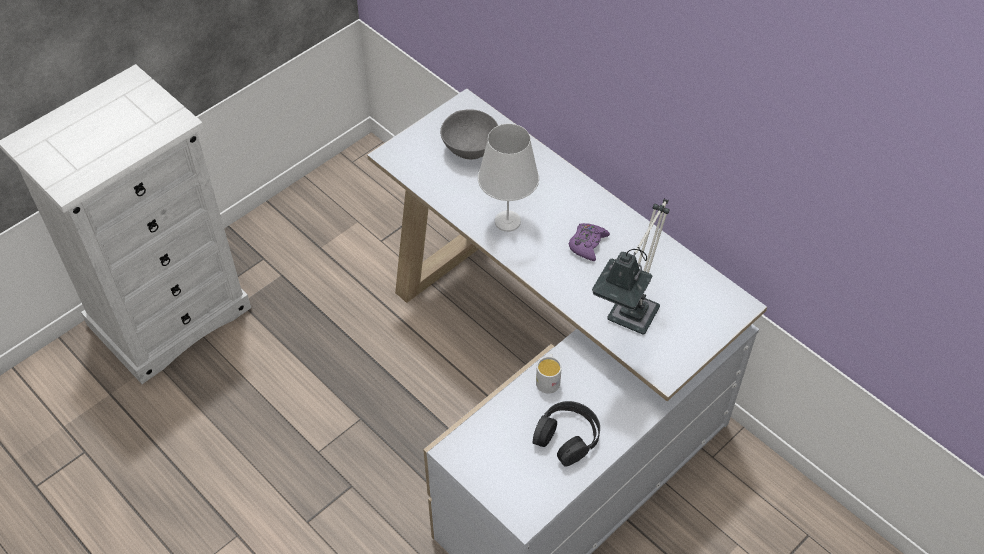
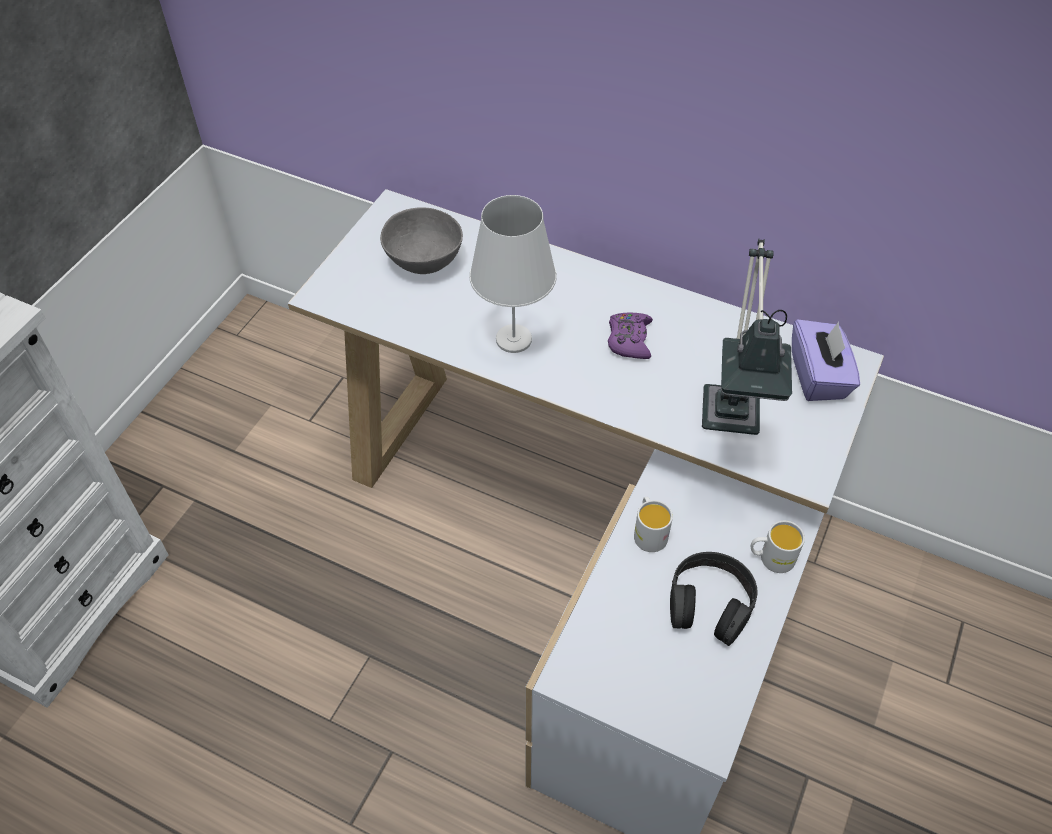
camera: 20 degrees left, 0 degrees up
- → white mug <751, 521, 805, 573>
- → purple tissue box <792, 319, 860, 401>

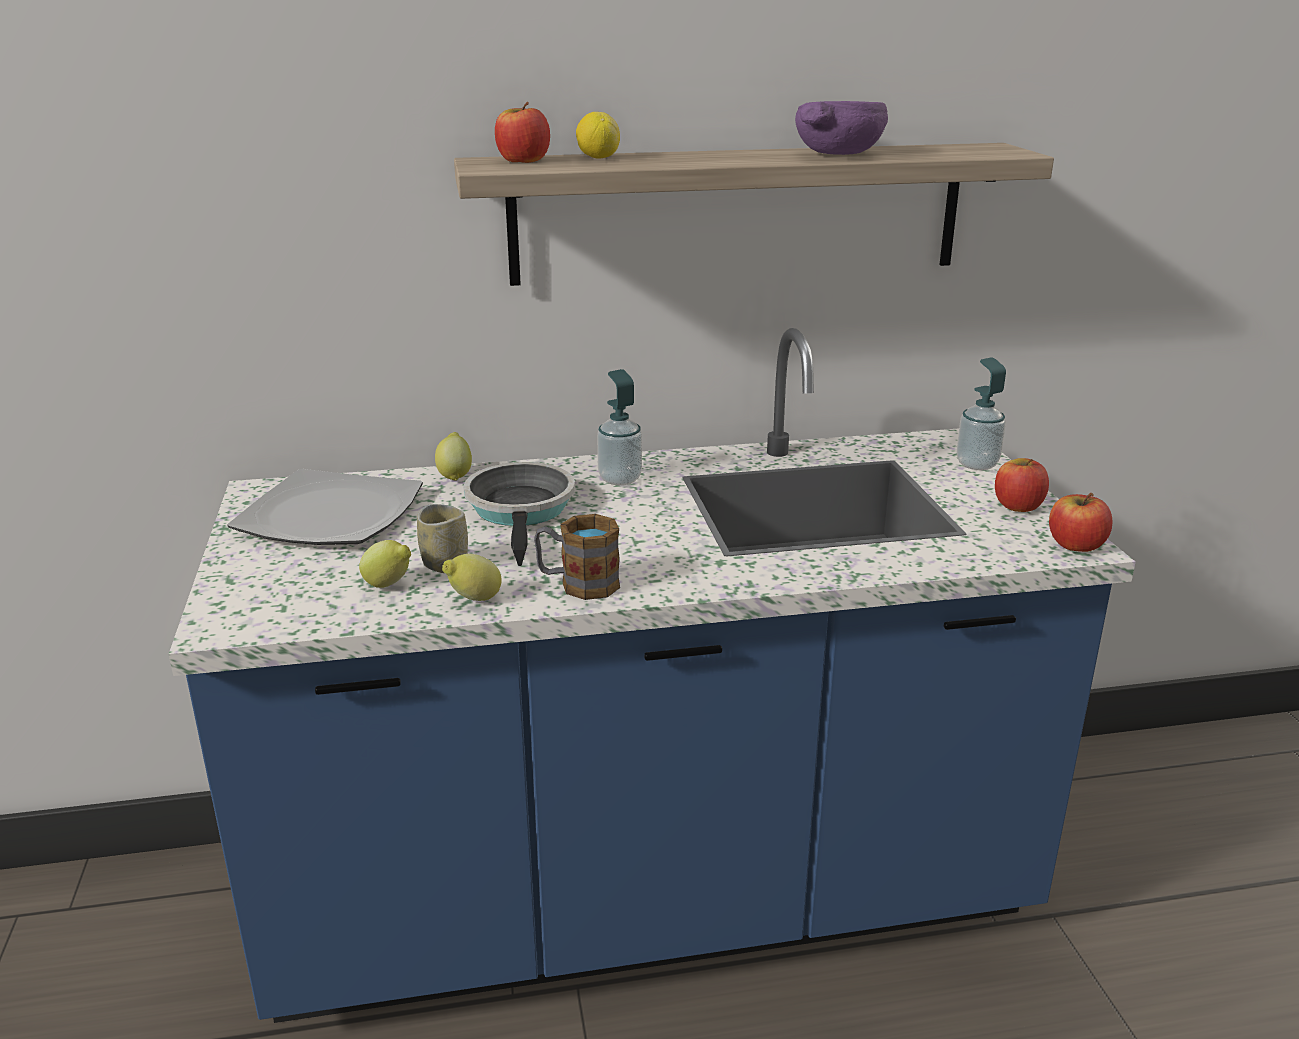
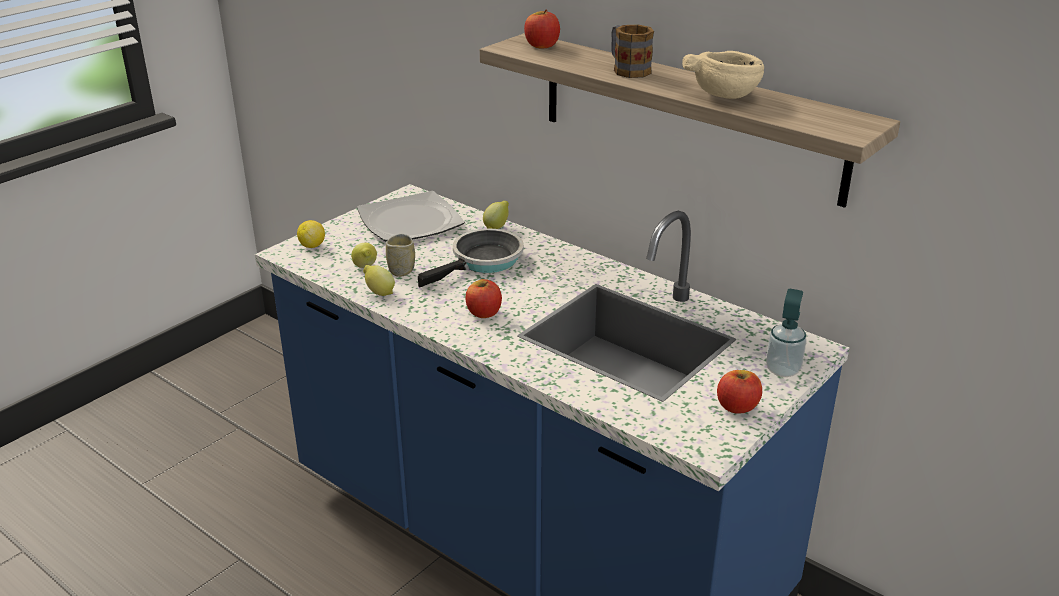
camera: 50 degrees right, 5 degrees up
mug <534, 514, 620, 600> → mug <611, 24, 654, 78>, shifted
lemon <576, 112, 620, 159> → lemon <297, 220, 325, 248>, shifted
soap dispenser <597, 369, 642, 485> → -
purple bowl <795, 101, 888, 155> → beige bowl <682, 51, 764, 99>
apple <1049, 492, 1113, 552> → apple <465, 279, 502, 318>, shifted

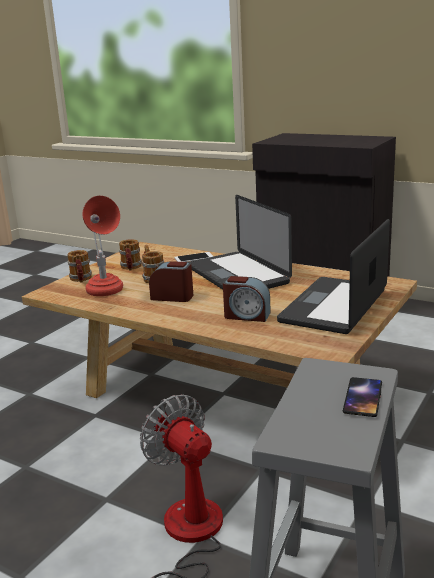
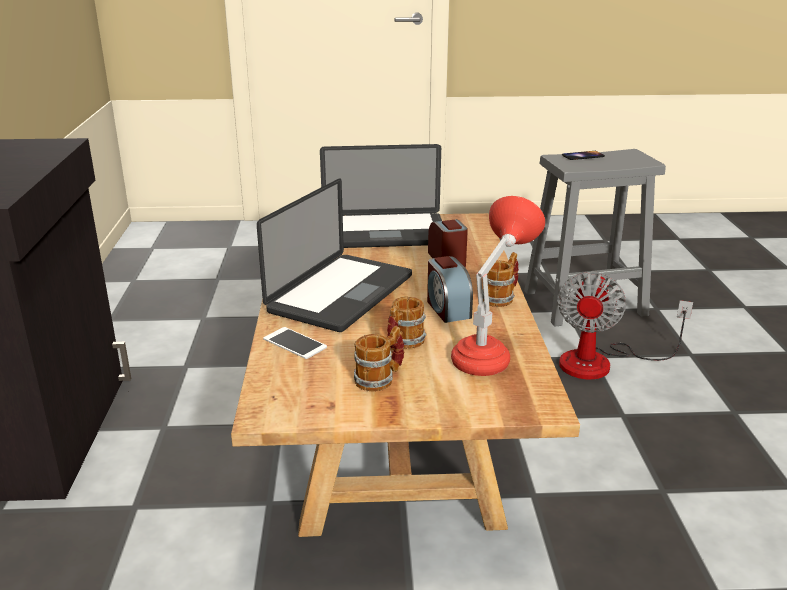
camera: 125 degrees left, 5 degrees up
mug <67, 250, 92, 283> → mug <482, 252, 519, 307>, shifted

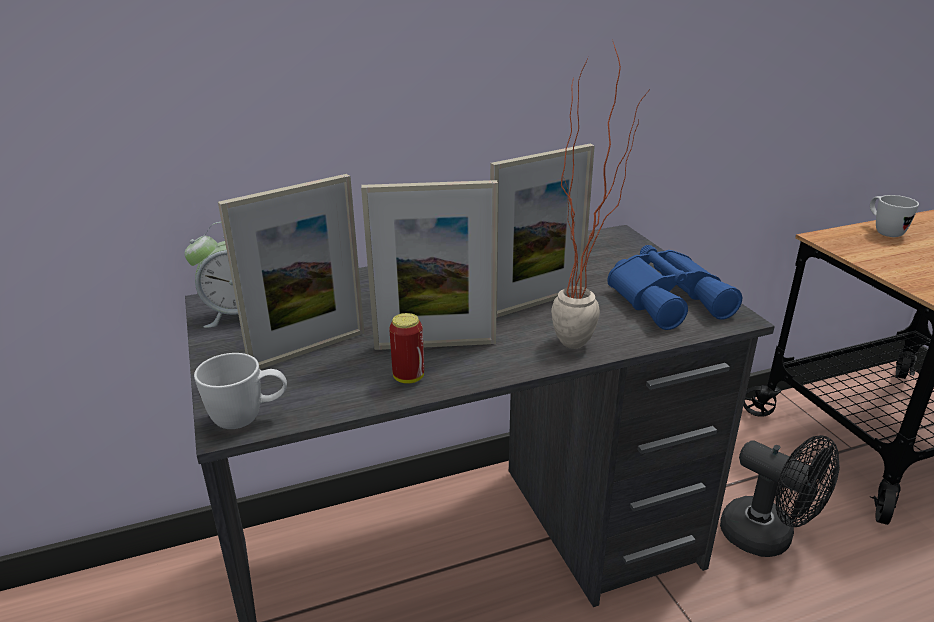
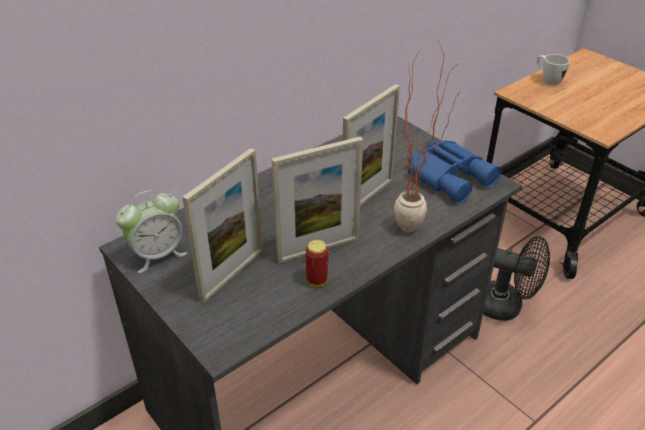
camera: 20 degrees left, 10 degrees up
white mug <194, 353, 287, 429> → -

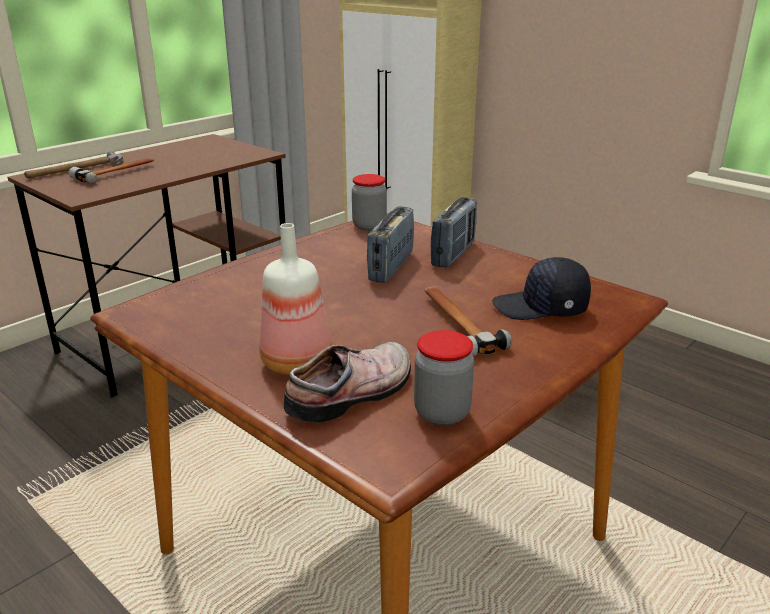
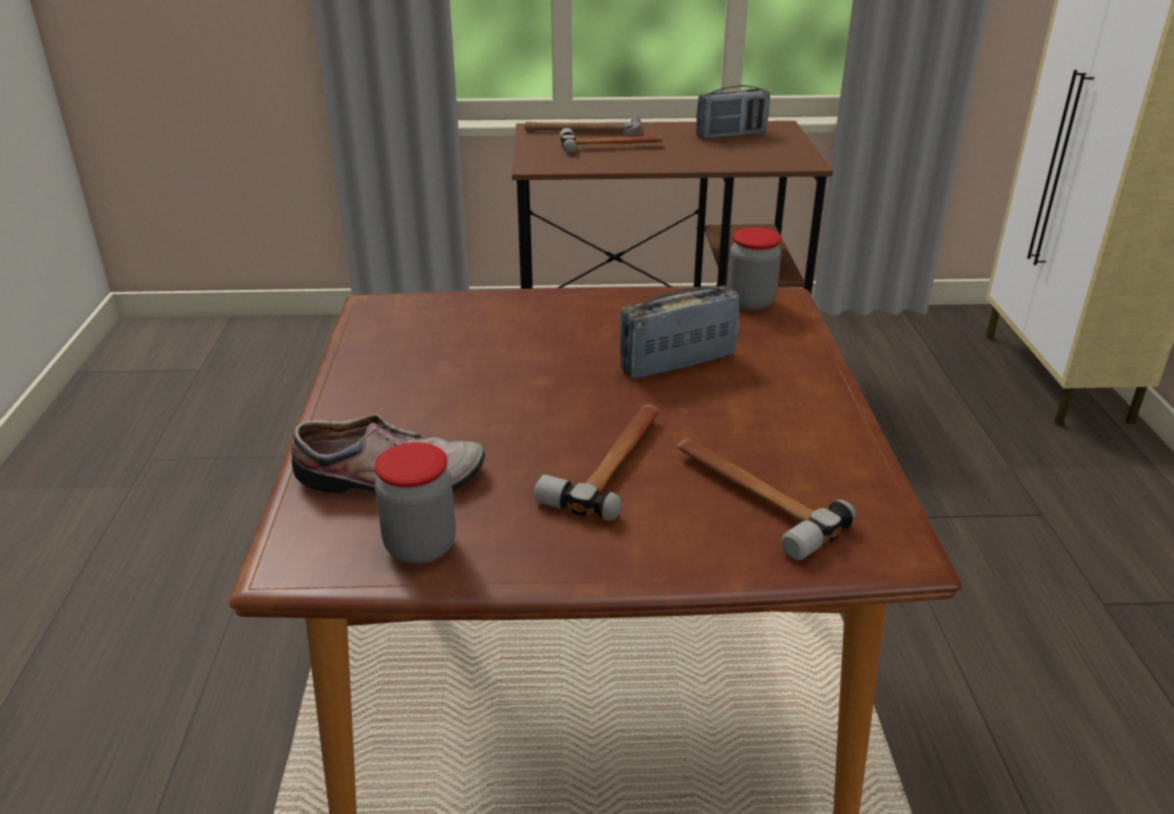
camera: 45 degrees right, 5 degrees up
bottle <259, 223, 332, 375> → -
radio <430, 197, 477, 268> → radio <696, 85, 770, 139>, shifted
black cap <492, 257, 591, 320> → hammer <677, 438, 856, 561>

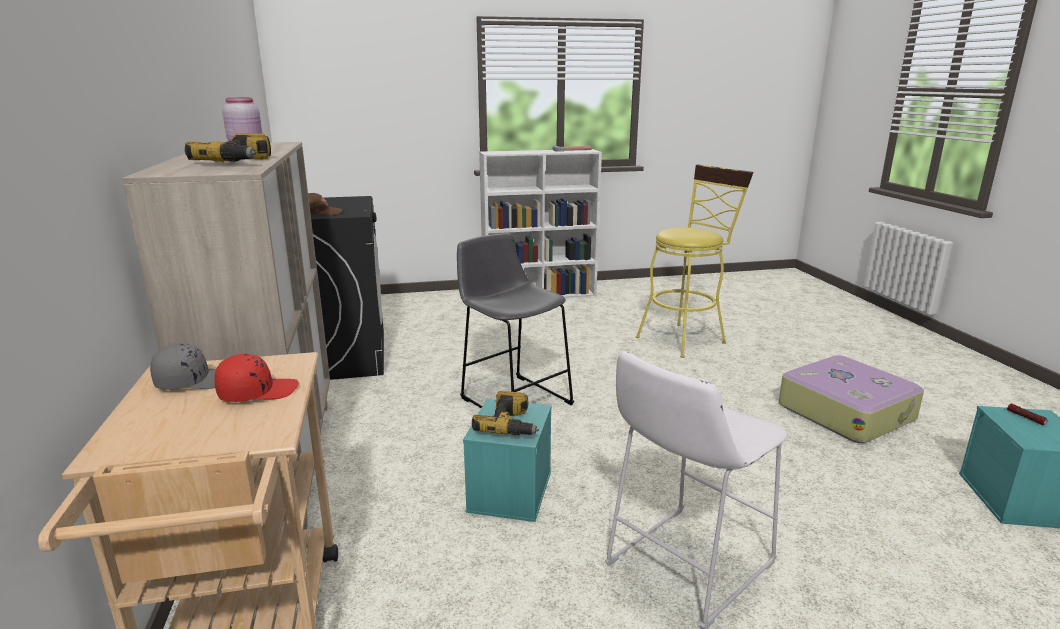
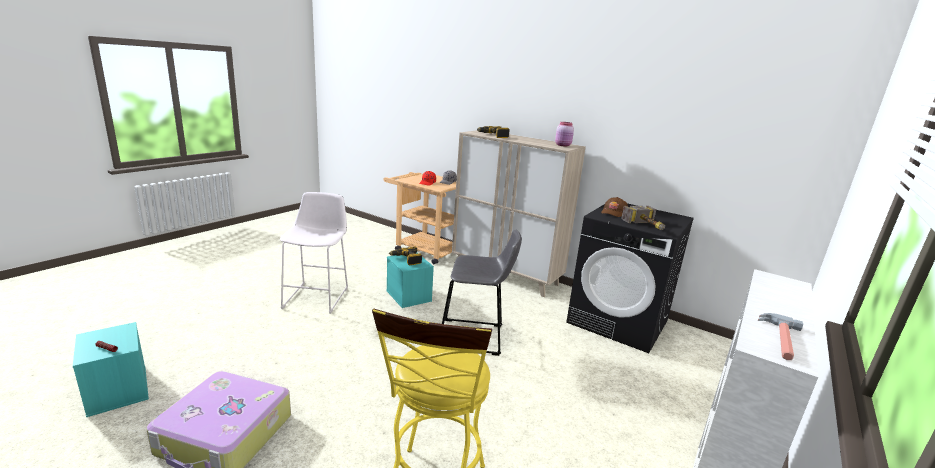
camera: 135 degrees right, 0 degrees up
- → hammer <621, 206, 665, 230>

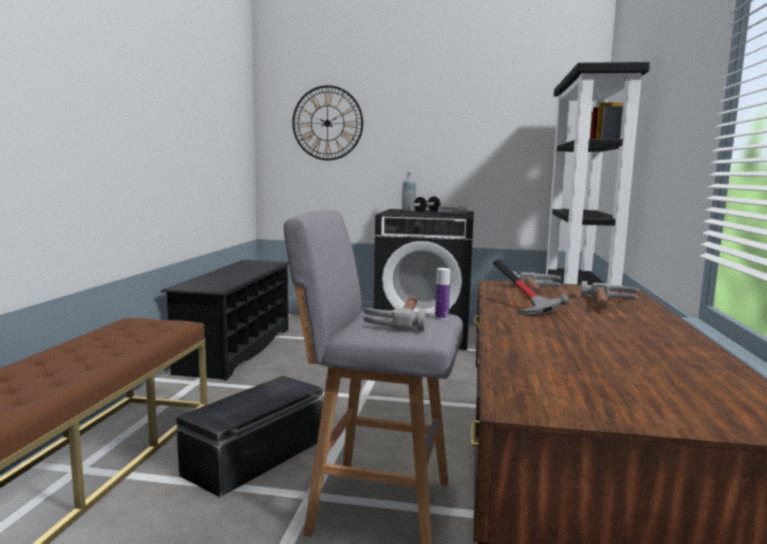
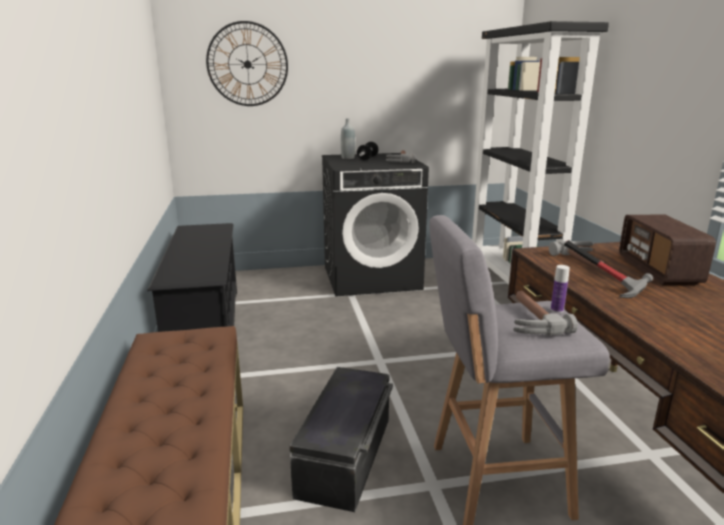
camera: 20 degrees left, 10 degrees up
hammer <581, 281, 639, 309> → radio <619, 215, 716, 285>

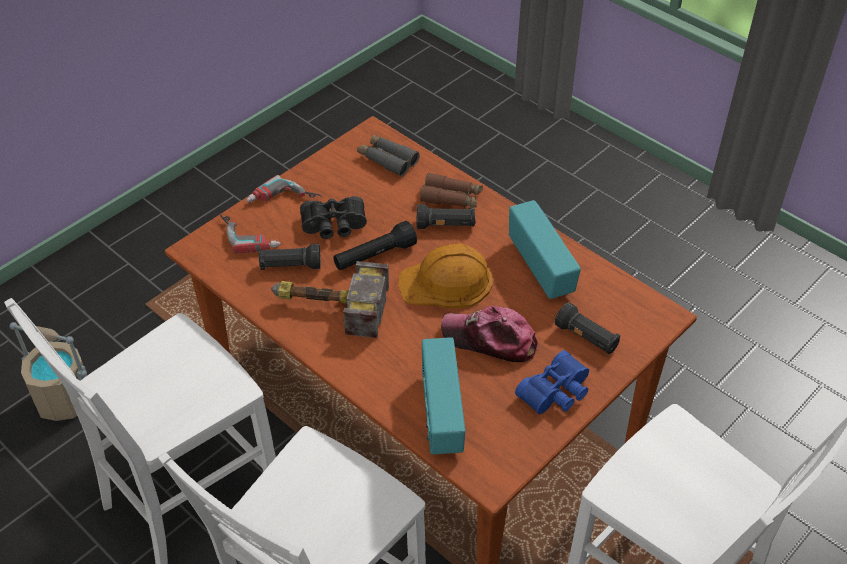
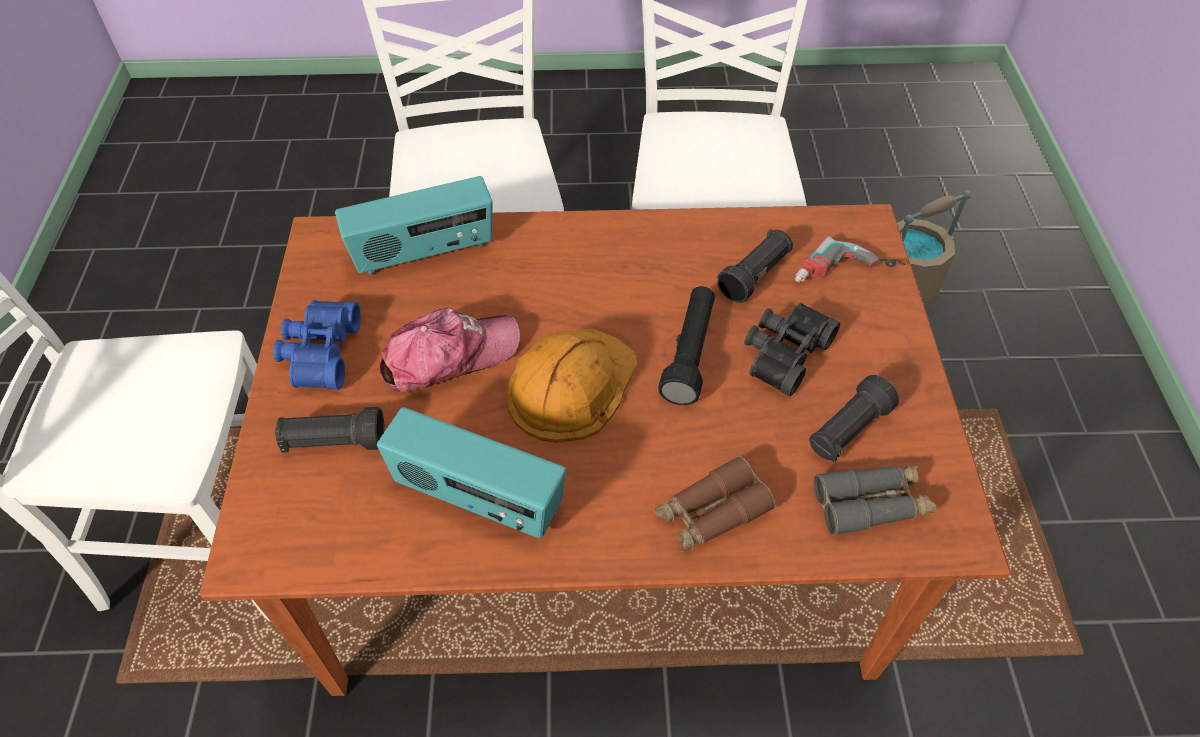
camera: 135 degrees right, 5 degrees up
power drill <246, 175, 322, 202> → -
hammer <271, 261, 389, 338> → -
black flashlight <417, 204, 476, 229> → black flashlight <809, 375, 899, 462>, shifted
radio <422, 337, 465, 454> → radio <335, 176, 493, 275>, 120 degrees clockwise

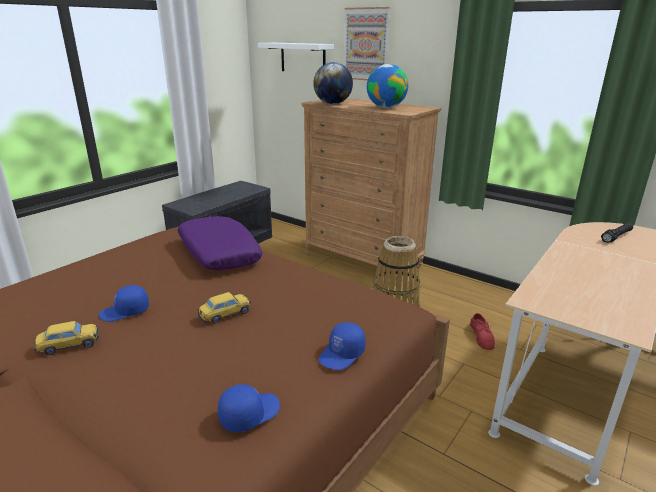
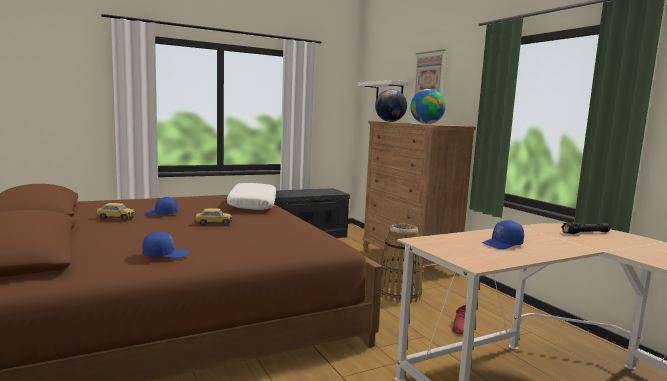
camera: 25 degrees right, 15 degrees down
purple pillow <178, 216, 262, 270> → white pillow <227, 183, 276, 210>
blue cap <318, 322, 365, 370> → blue cap <482, 220, 524, 249>, shifted

